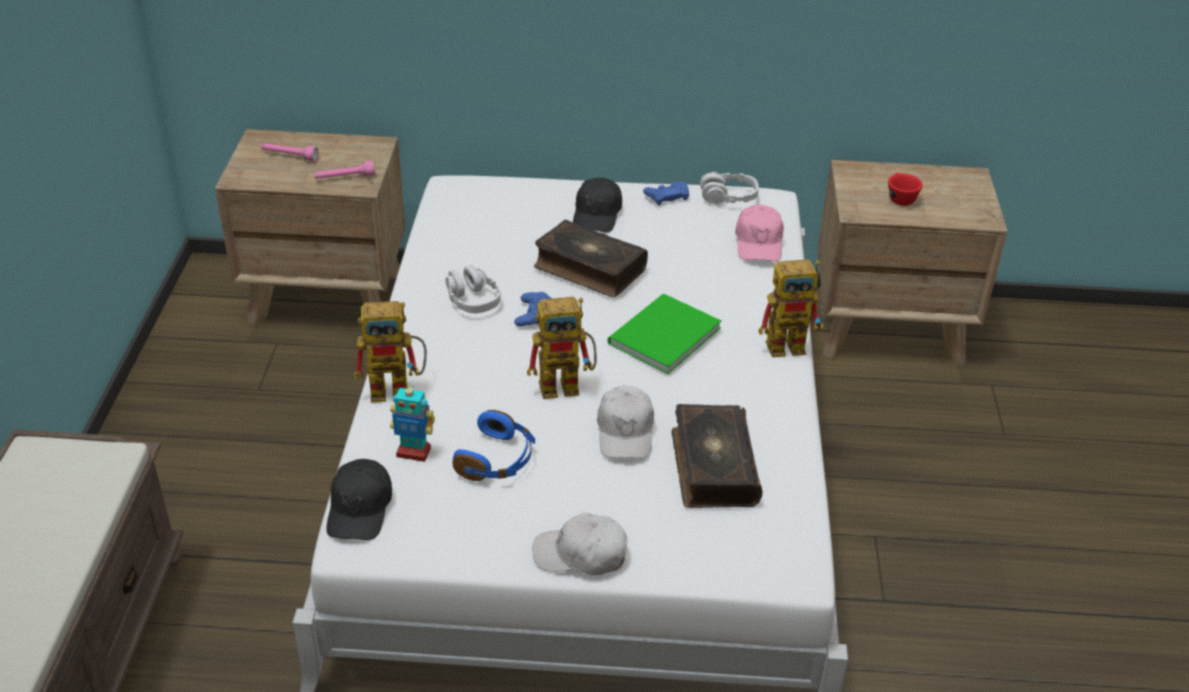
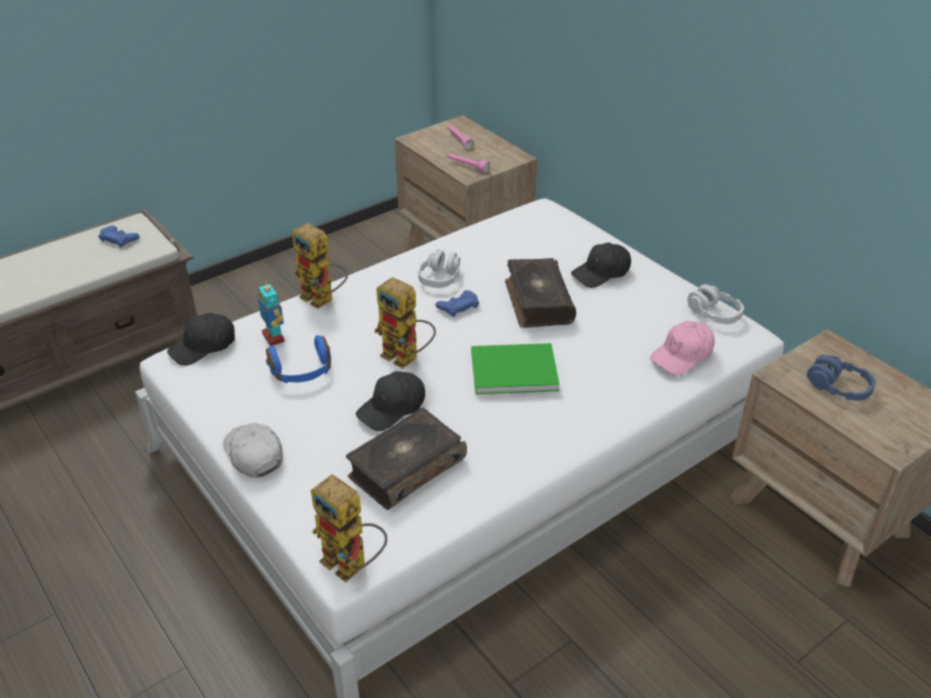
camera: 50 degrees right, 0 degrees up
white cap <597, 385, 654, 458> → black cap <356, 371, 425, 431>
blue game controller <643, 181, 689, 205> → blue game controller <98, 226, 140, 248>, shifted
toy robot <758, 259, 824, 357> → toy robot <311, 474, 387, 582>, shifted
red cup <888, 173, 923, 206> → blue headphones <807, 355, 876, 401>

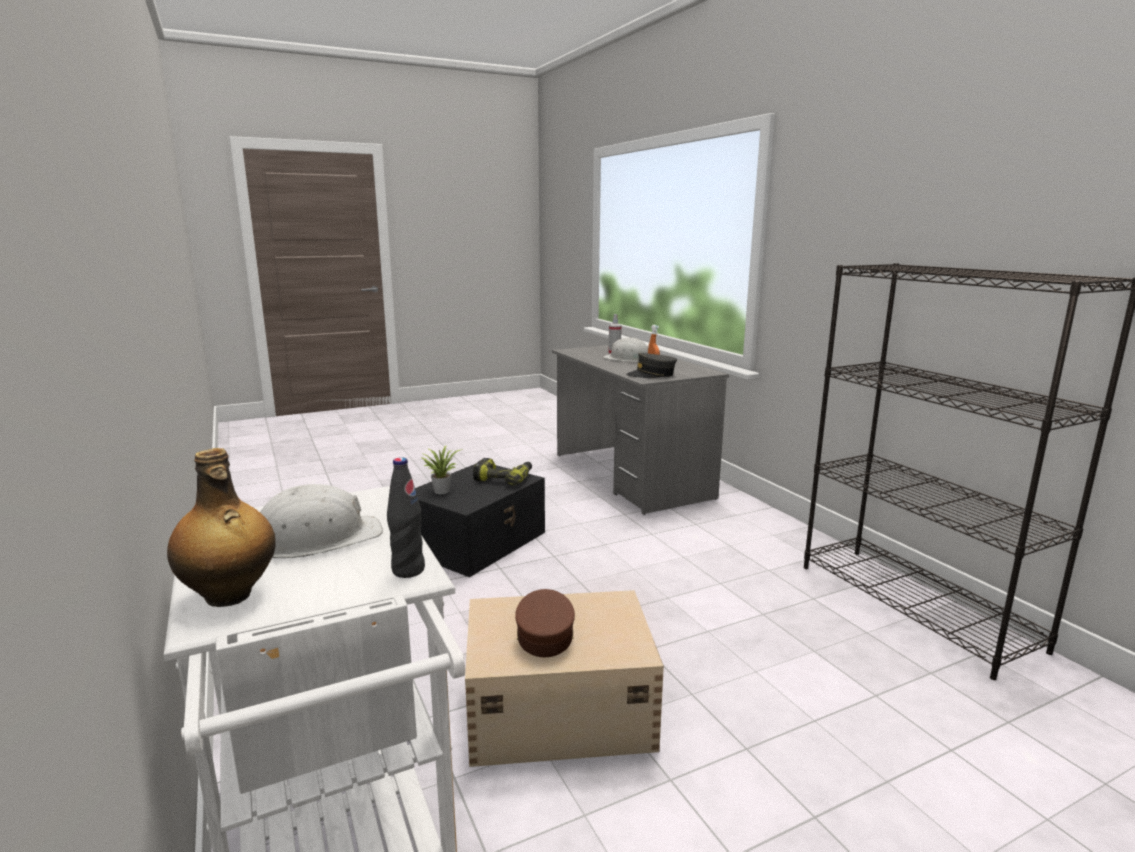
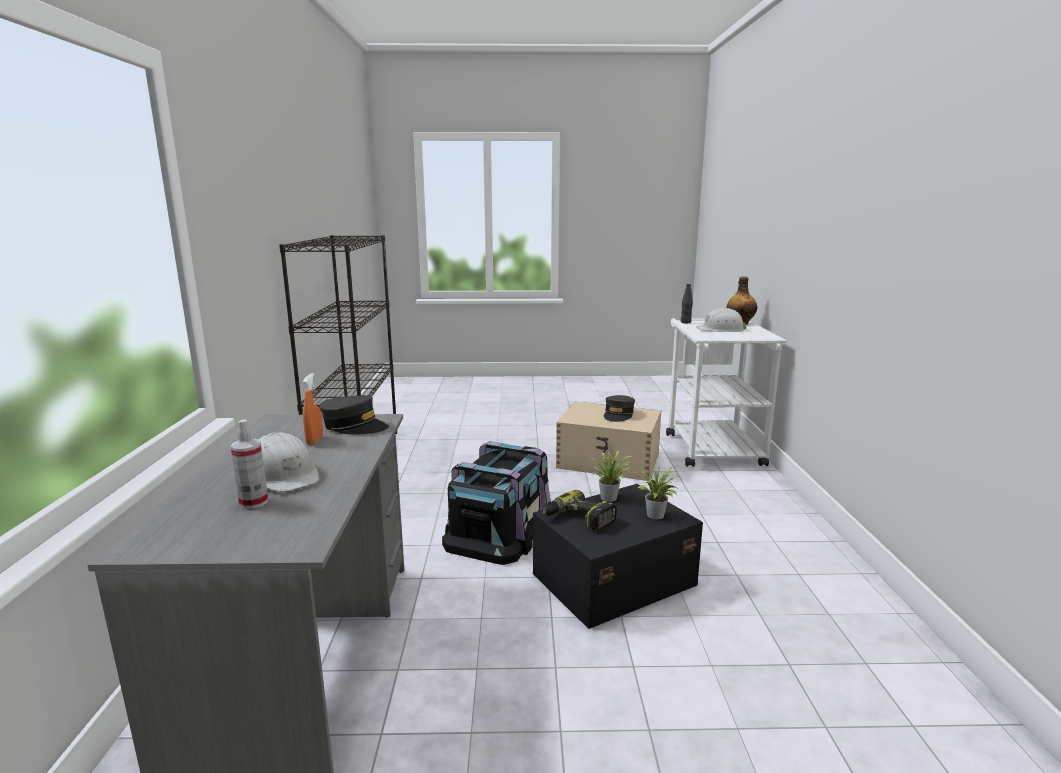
camera: 155 degrees left, 0 degrees up
brown cap <515, 589, 575, 657> → grey cap <604, 395, 635, 422>
- → black storage box <442, 441, 551, 565>
- → potted plant <590, 450, 631, 502>

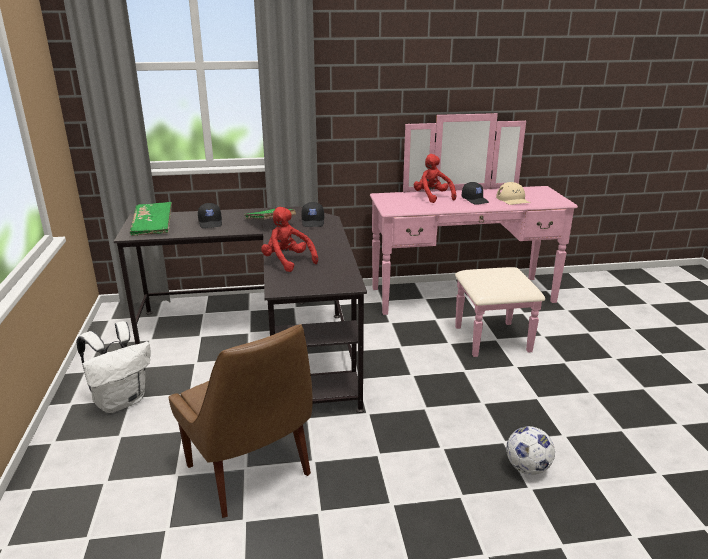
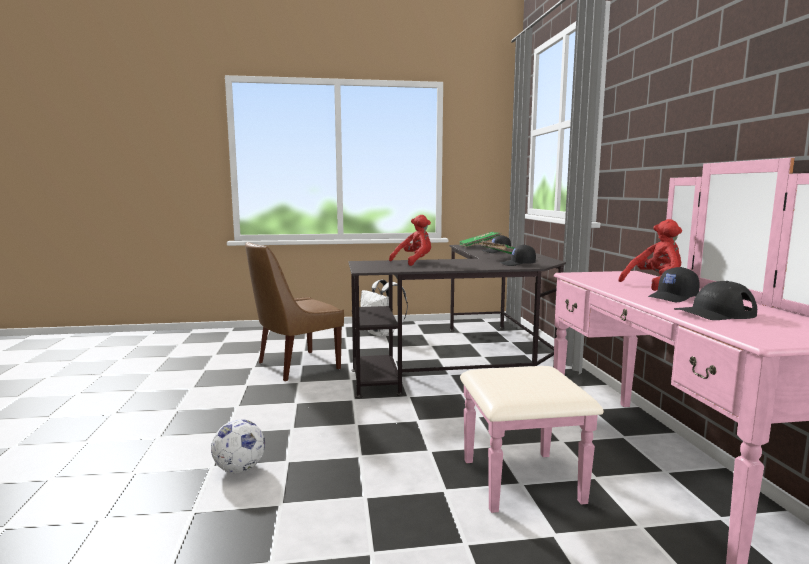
camera: 90 degrees right, 15 degrees down
beige cap <496, 182, 530, 205> → black cap <674, 281, 757, 320>

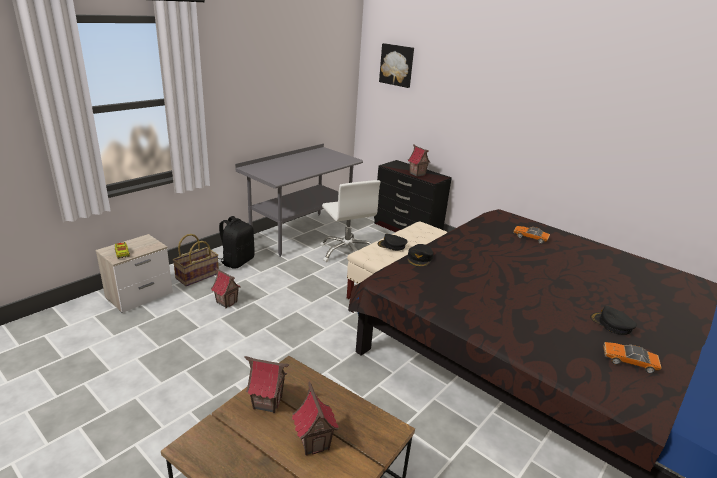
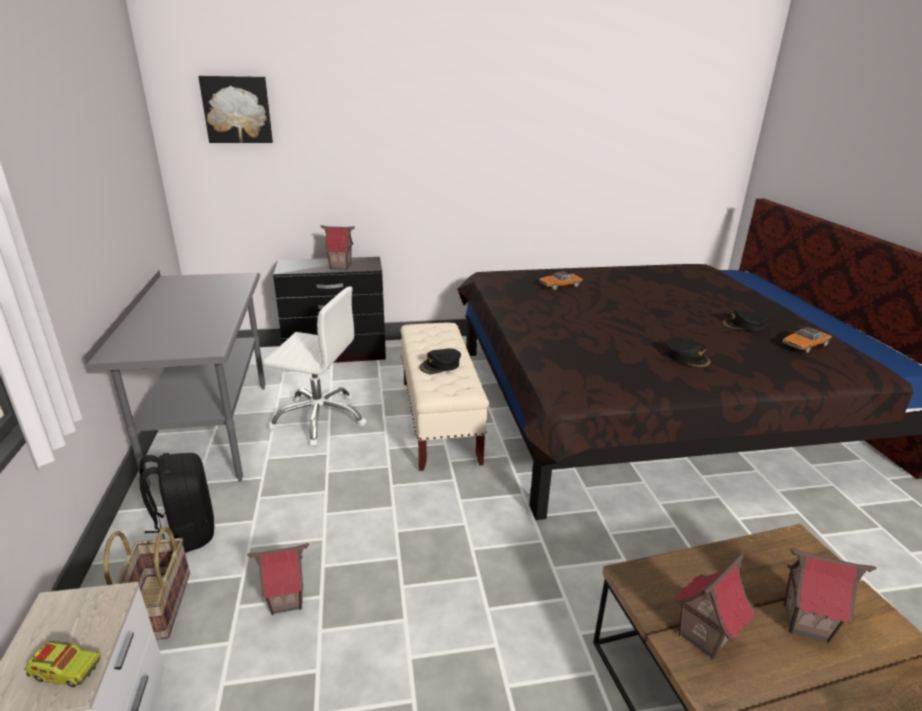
camera: 50 degrees left, 0 degrees up
black cap <407, 244, 434, 267> → black cap <666, 338, 712, 368>, shifted

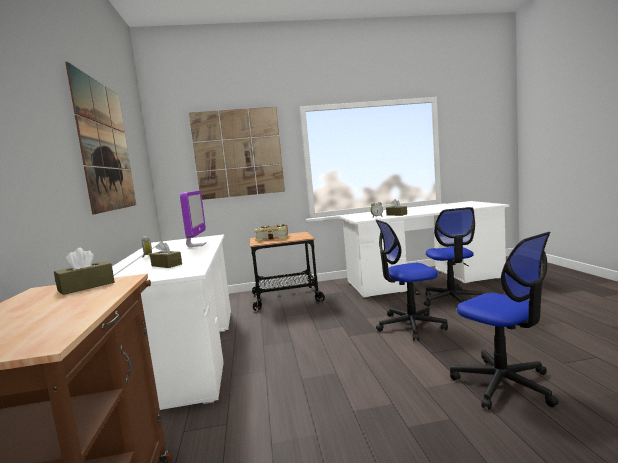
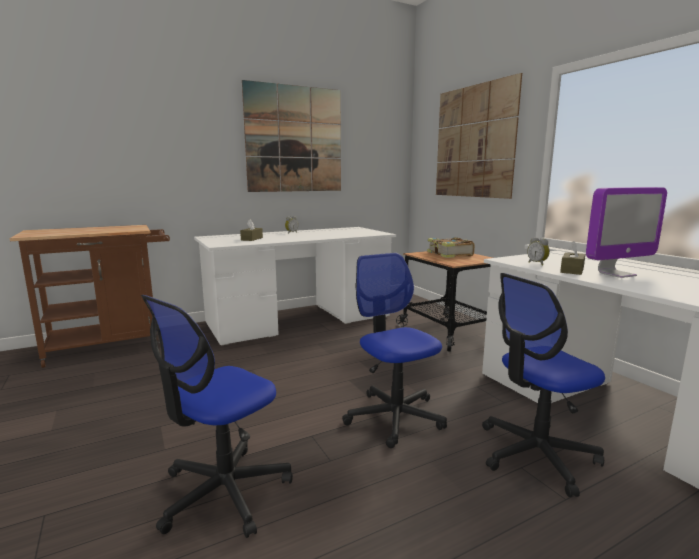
camera: 70 degrees right, 5 degrees up
brown tissue box <54, 248, 115, 295> → -
monitor <180, 191, 206, 247> → monitor <586, 187, 667, 278>, shifted

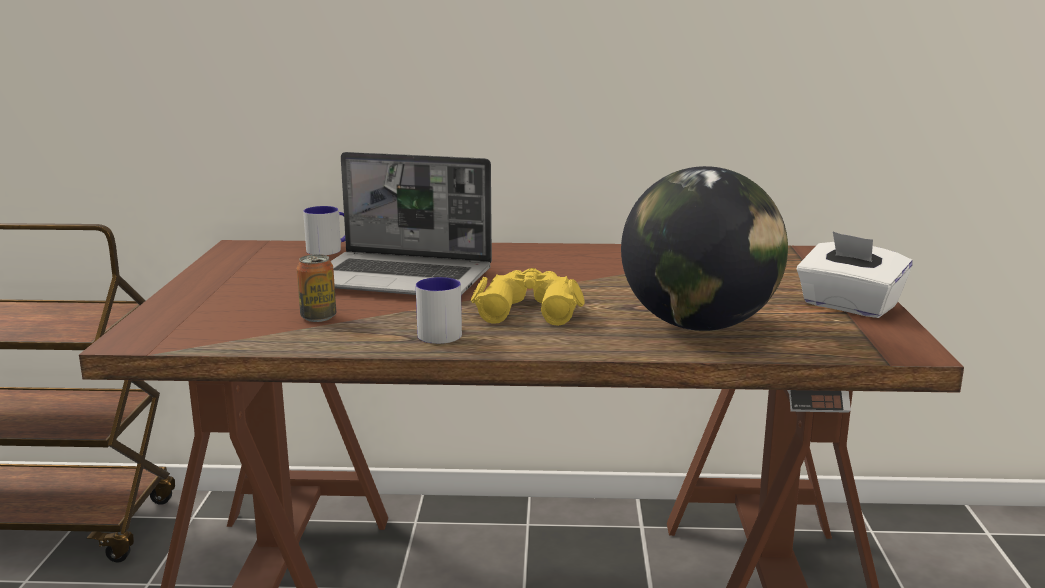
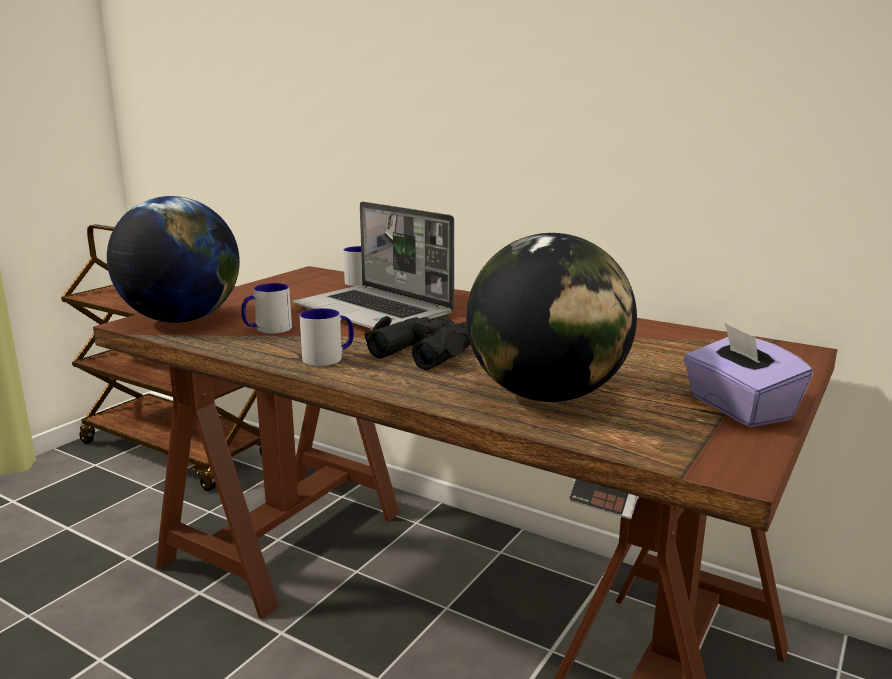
camera: 30 degrees right, 0 degrees up
can <297, 254, 336, 322> → mug <241, 283, 292, 334>
yellow binoculars <471, 268, 585, 326> → black binoculars <365, 316, 471, 370>
white tissue box <797, 232, 913, 318> → purple tissue box <683, 323, 813, 427>
- → globe <107, 196, 240, 323>

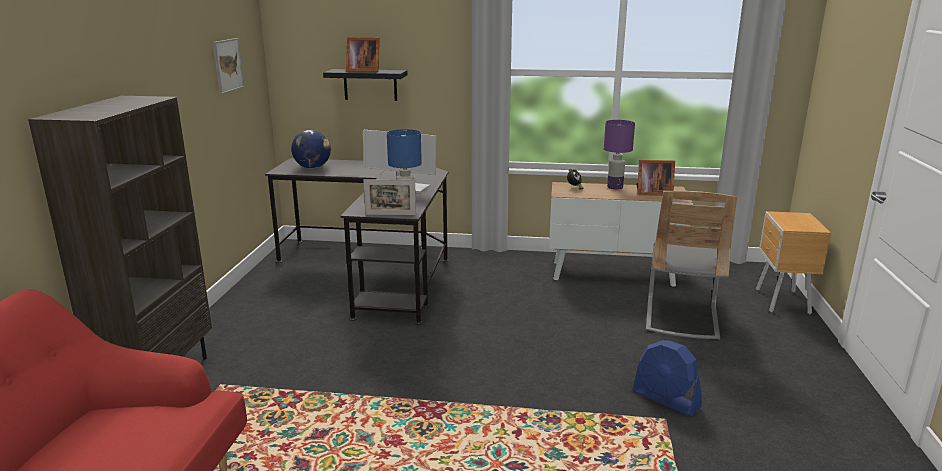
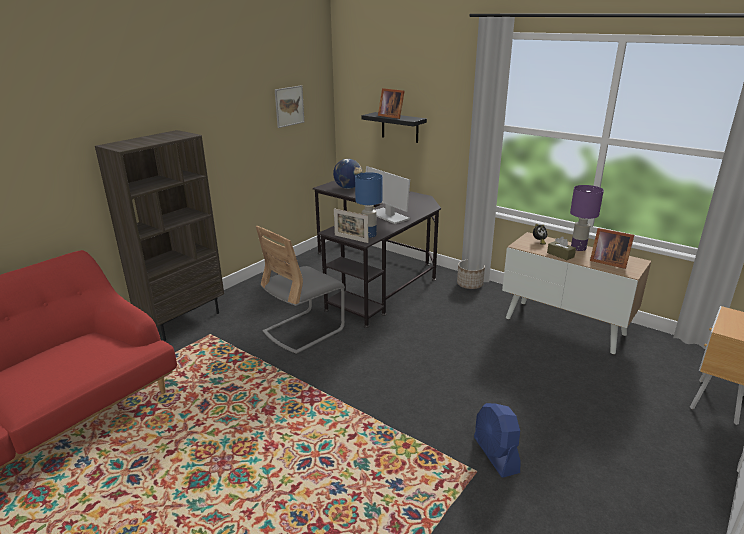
camera: 30 degrees right, 5 degrees up
grey chair <646, 191, 737, 341> → grey chair <256, 226, 345, 354>, shifted
- → planter <457, 259, 485, 289>
- → brown tissue box <547, 236, 576, 260>

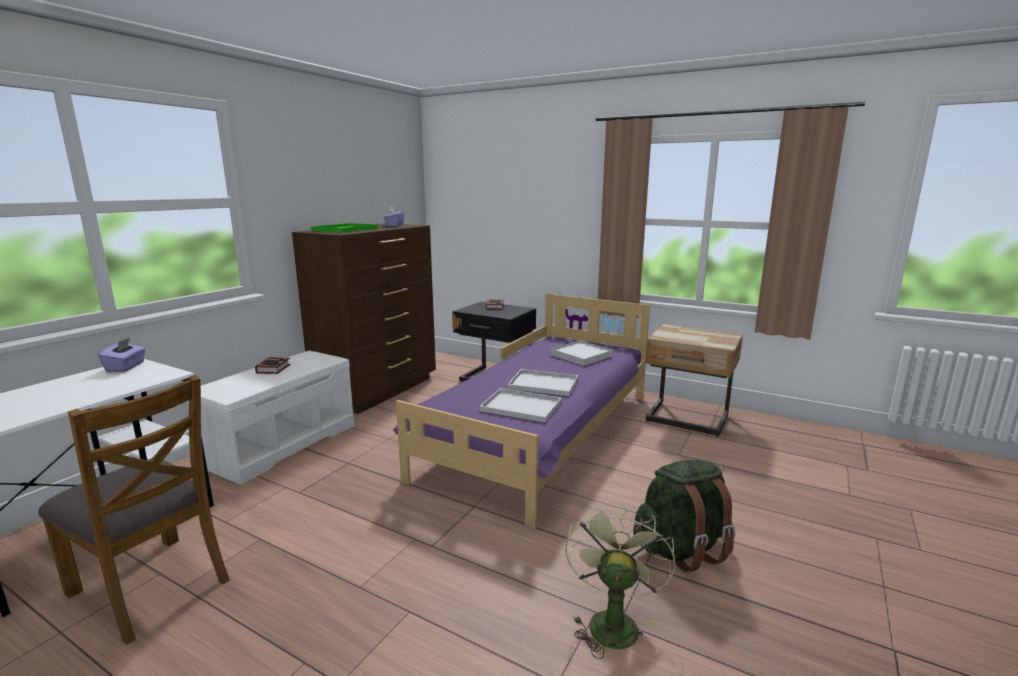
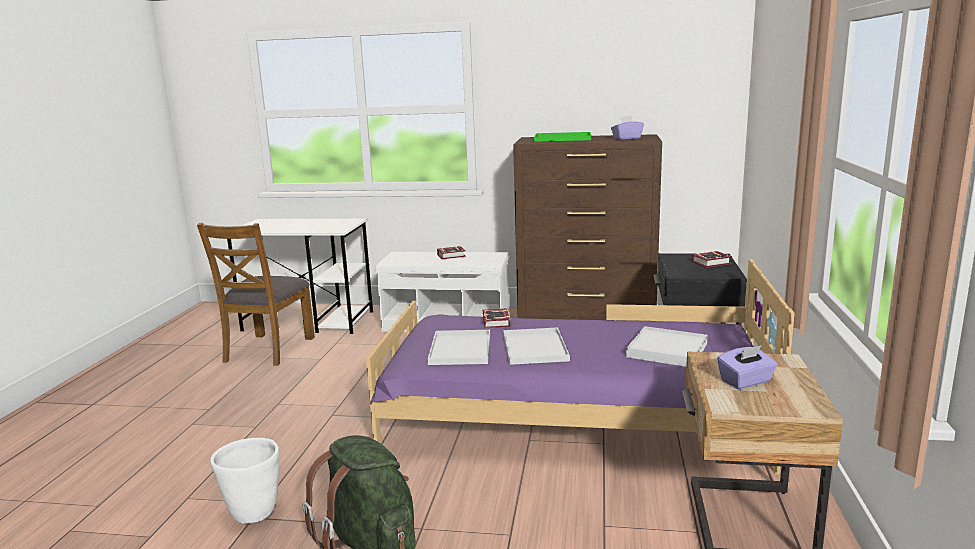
camera: 70 degrees right, 0 degrees up
purple tissue box <98, 337, 146, 372> → purple tissue box <717, 345, 777, 389>, shifted
green fan <565, 504, 676, 659> → white planter <210, 438, 279, 524>
- → book <482, 308, 510, 329>

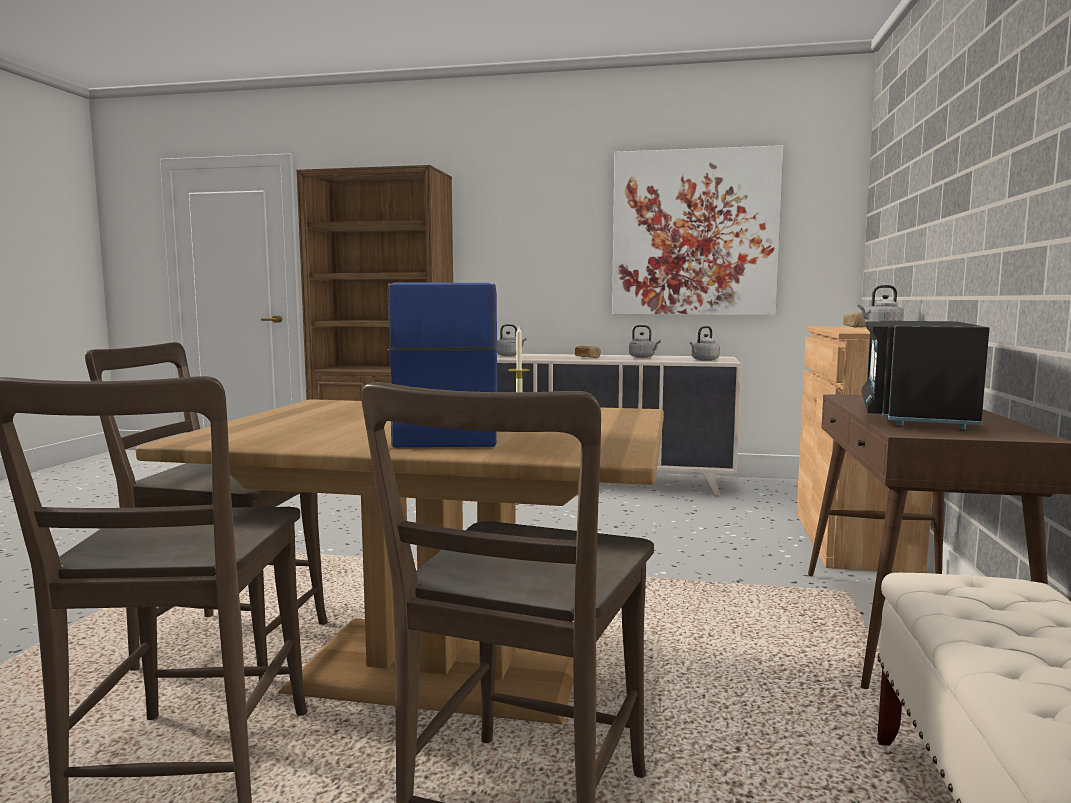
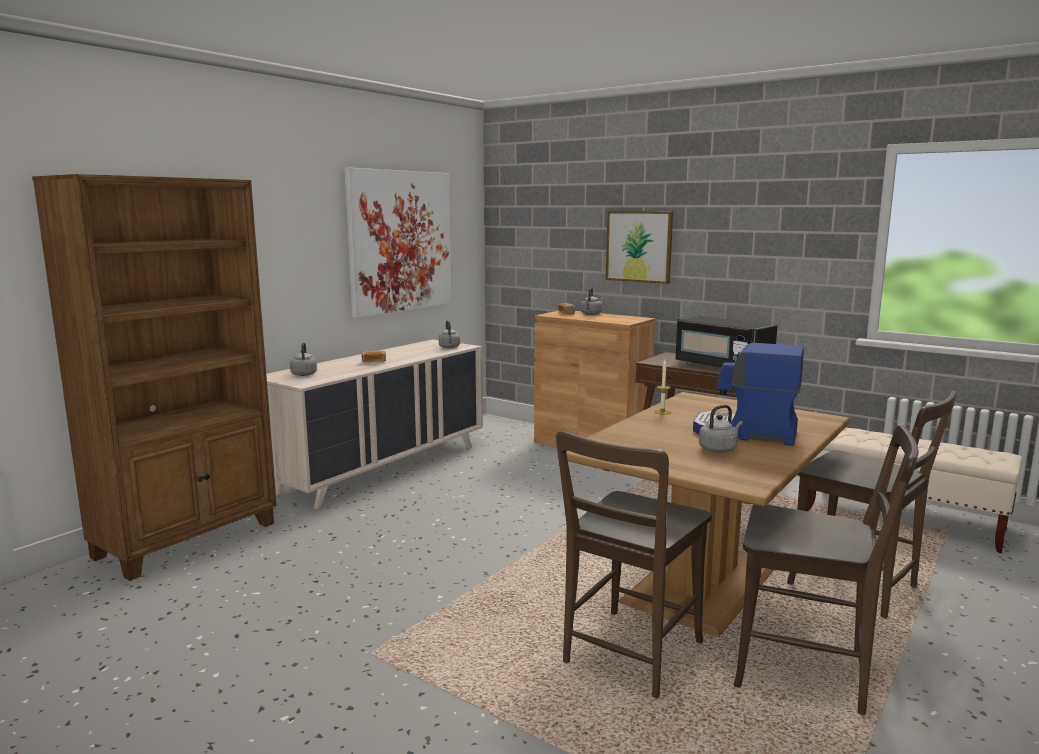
camera: 65 degrees left, 5 degrees up
grey kettle <629, 325, 661, 358> → grey kettle <699, 405, 743, 452>, shifted
- → picture <606, 211, 673, 284>

